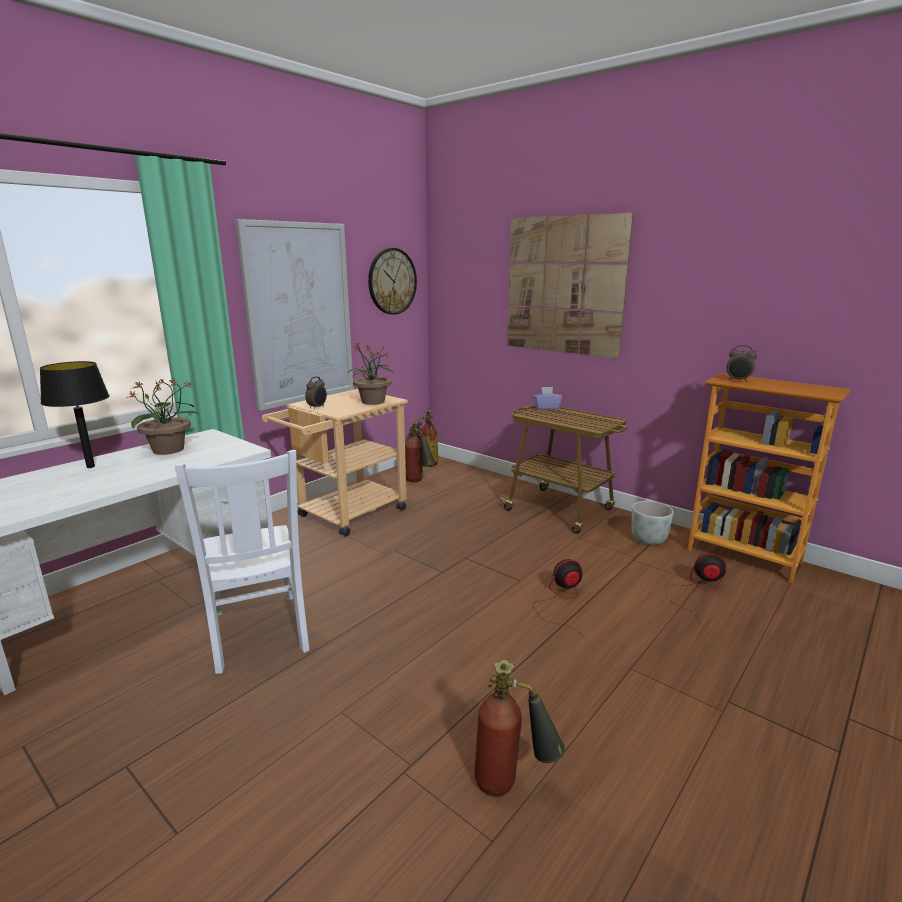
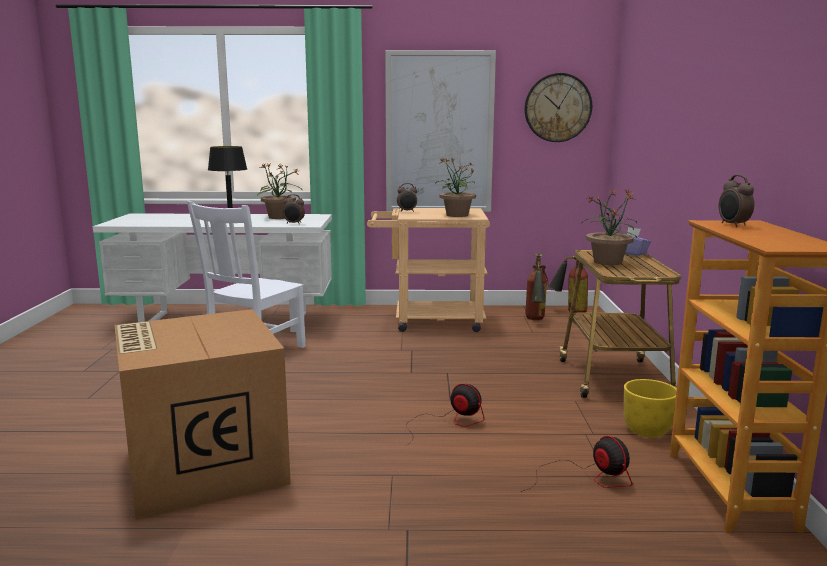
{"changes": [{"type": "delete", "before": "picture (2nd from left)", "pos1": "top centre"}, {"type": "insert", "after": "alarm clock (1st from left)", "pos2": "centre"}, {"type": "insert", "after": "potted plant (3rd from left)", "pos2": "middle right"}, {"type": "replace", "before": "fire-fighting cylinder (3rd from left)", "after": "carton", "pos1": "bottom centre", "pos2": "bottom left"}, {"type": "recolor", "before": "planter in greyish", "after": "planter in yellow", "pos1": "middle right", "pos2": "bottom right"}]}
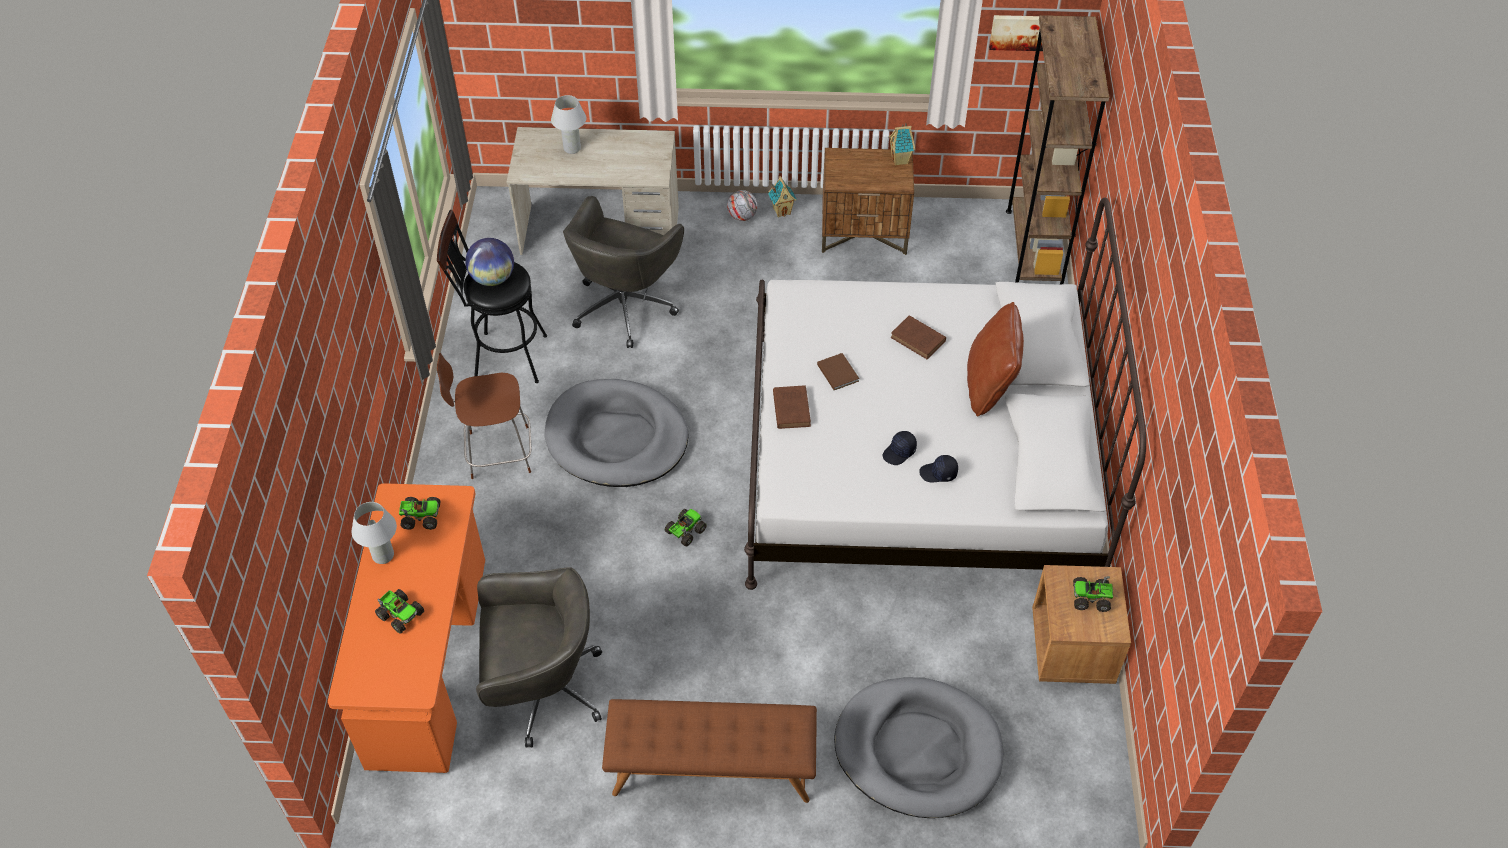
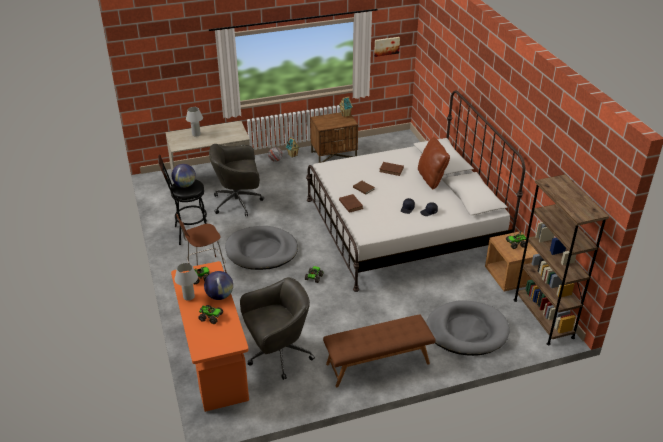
{"changes": [{"type": "insert", "after": "desk globe (2nd from left)", "pos2": "middle left"}, {"type": "move", "before": "shelving unit in brownish", "pos1": "top right", "pos2": "middle right"}, {"type": "rotate", "before": "computer chair in greyish (2nd from left in the first image)", "pos1": "top centre", "pos2": "centre", "turn": 75}]}
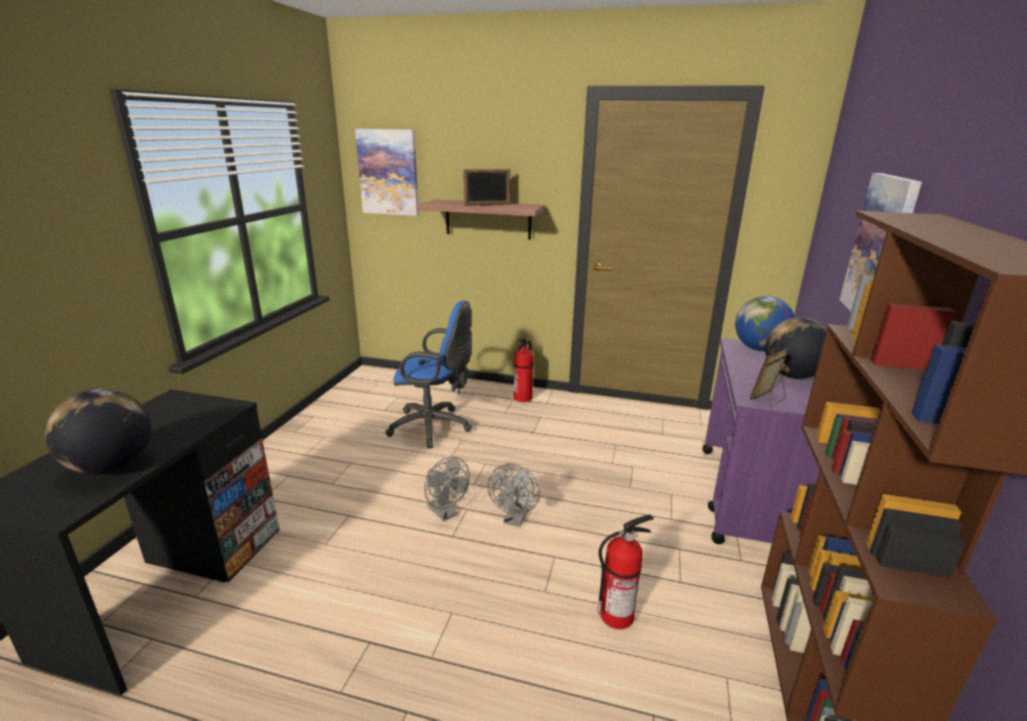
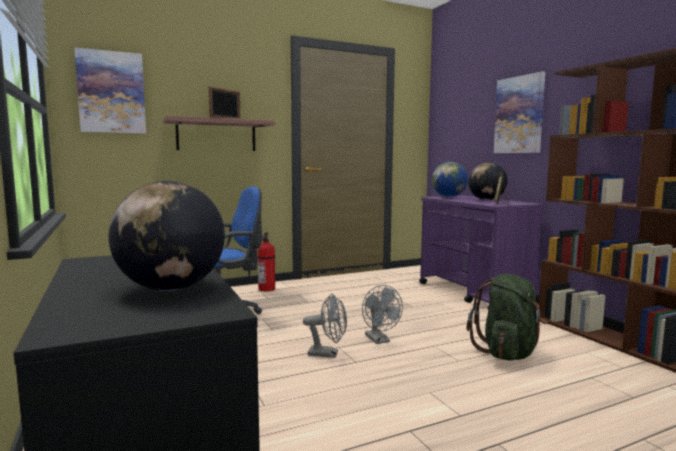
{"changes": [{"type": "replace", "before": "fire-fighting cylinder (2nd from left)", "after": "backpack in greenish", "pos1": "bottom centre", "pos2": "bottom right"}]}
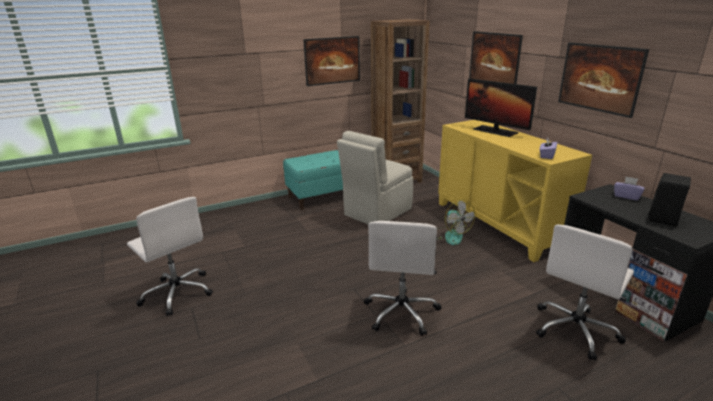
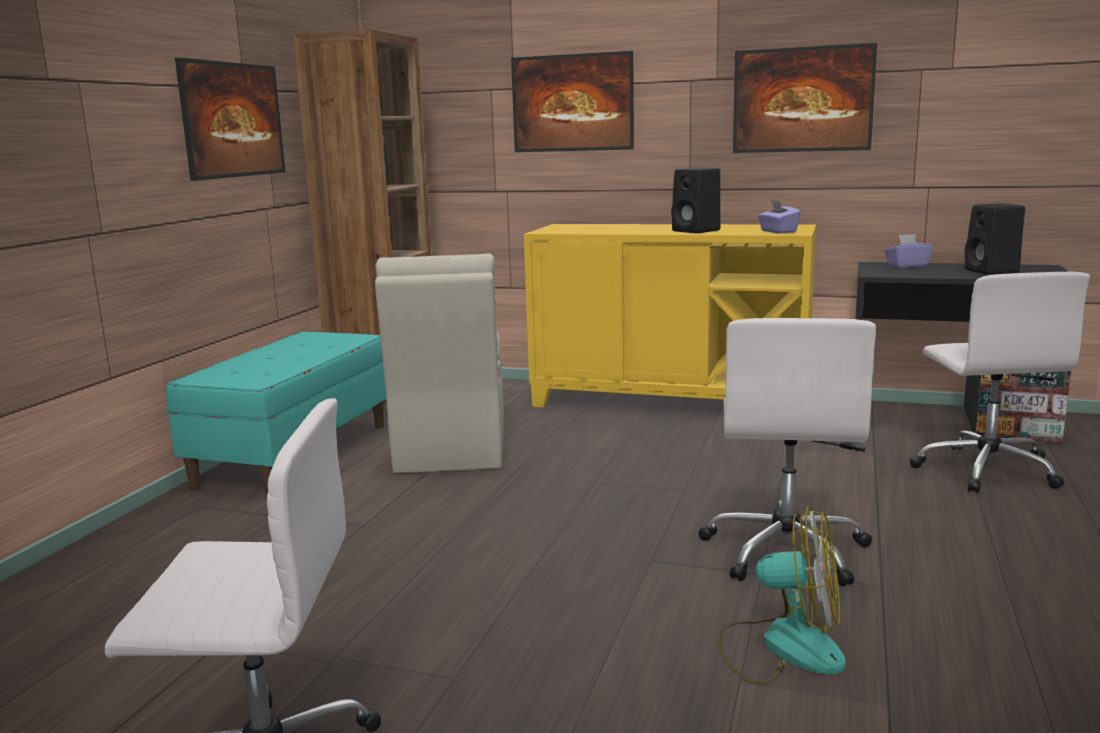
{"changes": [{"type": "delete", "before": "computer screen", "pos1": "top right"}, {"type": "insert", "after": "speaker in blackish (1st from left)", "pos2": "top centre"}, {"type": "move", "before": "cooling fan", "pos1": "centre", "pos2": "bottom right"}, {"type": "rotate", "before": "computer chair in white-coloured (2nd from left)", "pos1": "bottom centre", "pos2": "middle right", "turn": 45}]}
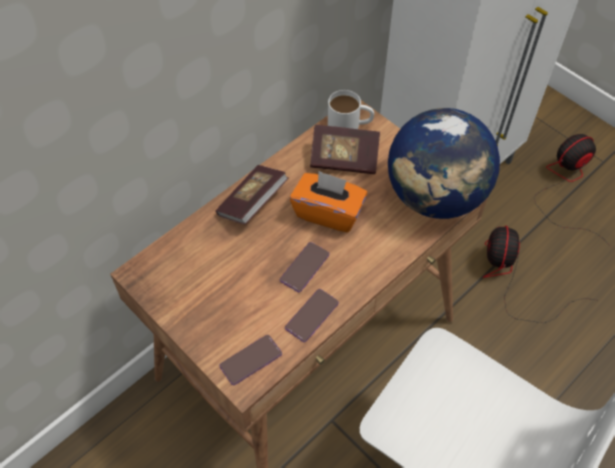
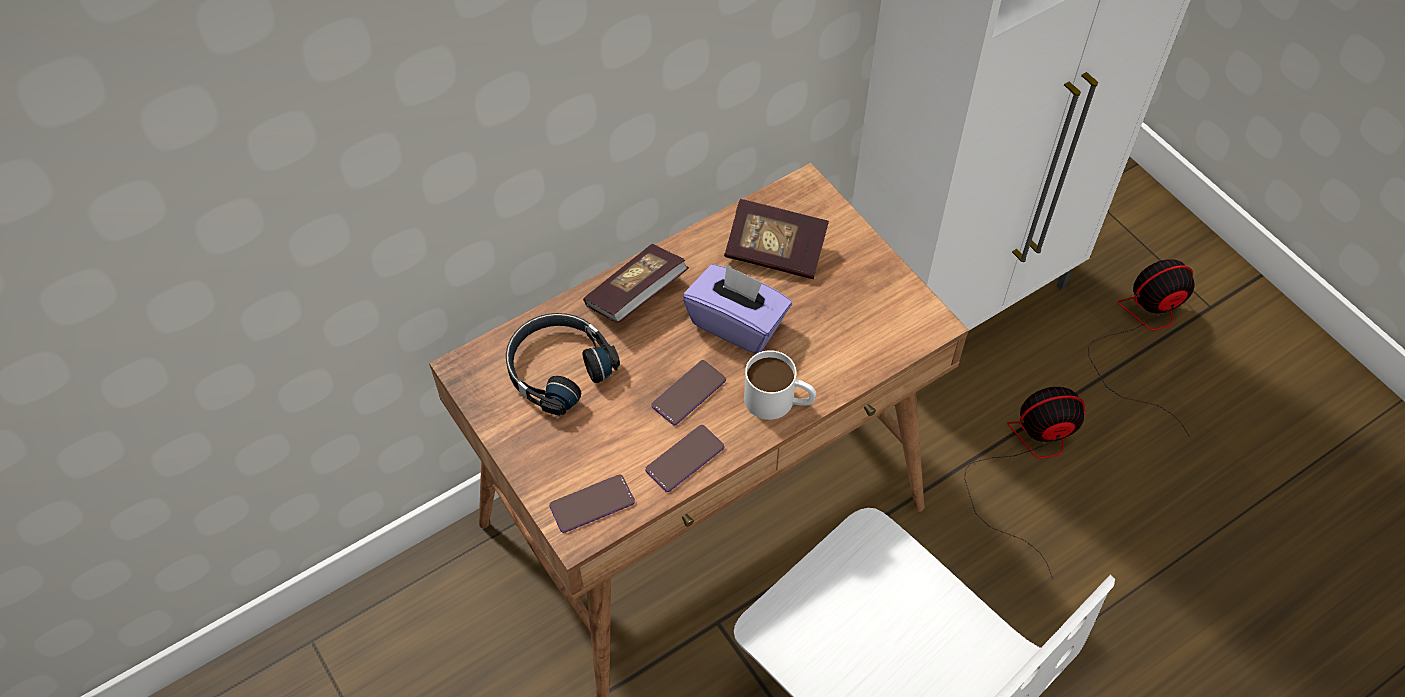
{"changes": [{"type": "delete", "before": "desk globe", "pos1": "middle right"}, {"type": "insert", "after": "pair of headphones in blackish", "pos2": "centre"}, {"type": "move", "before": "tea mug in white-coloured", "pos1": "top centre", "pos2": "centre"}, {"type": "recolor", "before": "tissue holder in orange", "after": "tissue holder in purplish", "pos1": "centre", "pos2": "centre"}, {"type": "rotate", "before": "cooling fan (1st from left)", "pos1": "middle right", "pos2": "bottom right", "turn": 60}]}
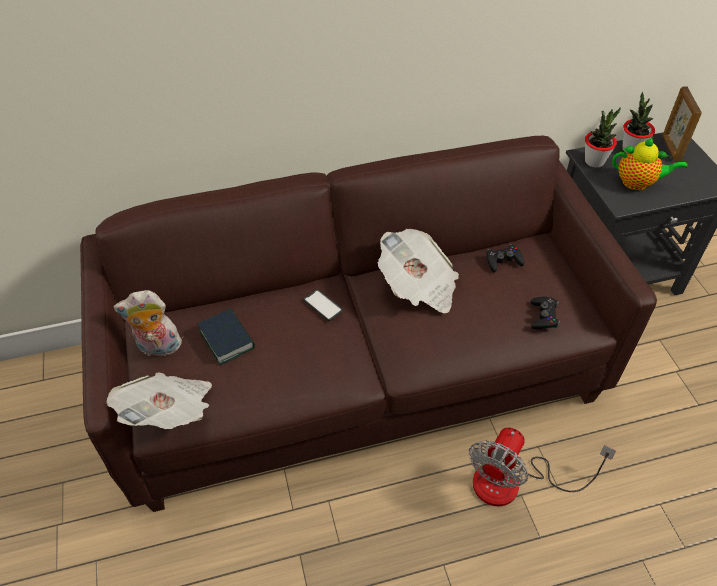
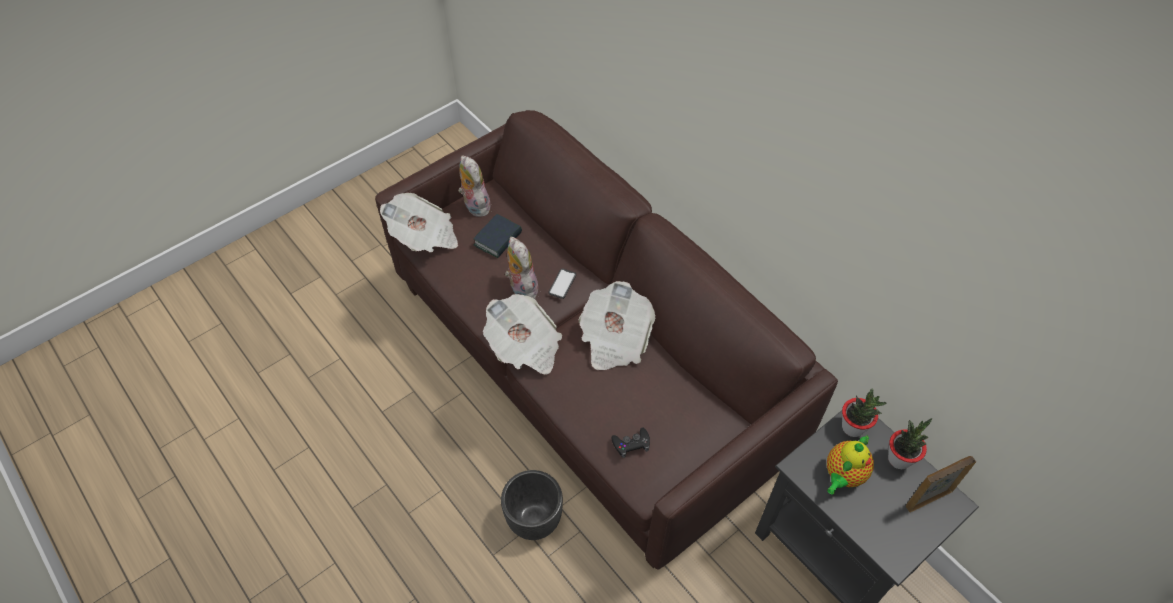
{"changes": [{"type": "delete", "before": "joypad in blackish (1st from left)", "pos1": "middle right"}, {"type": "insert", "after": "printed paper (2nd from left)", "pos2": "centre"}, {"type": "insert", "after": "cuddly toy (2nd from left)", "pos2": "centre"}, {"type": "replace", "before": "cooling fan", "after": "planter in blackish", "pos1": "bottom right", "pos2": "bottom centre"}, {"type": "rotate", "before": "teapot", "pos1": "top right", "pos2": "bottom right", "turn": 45}]}
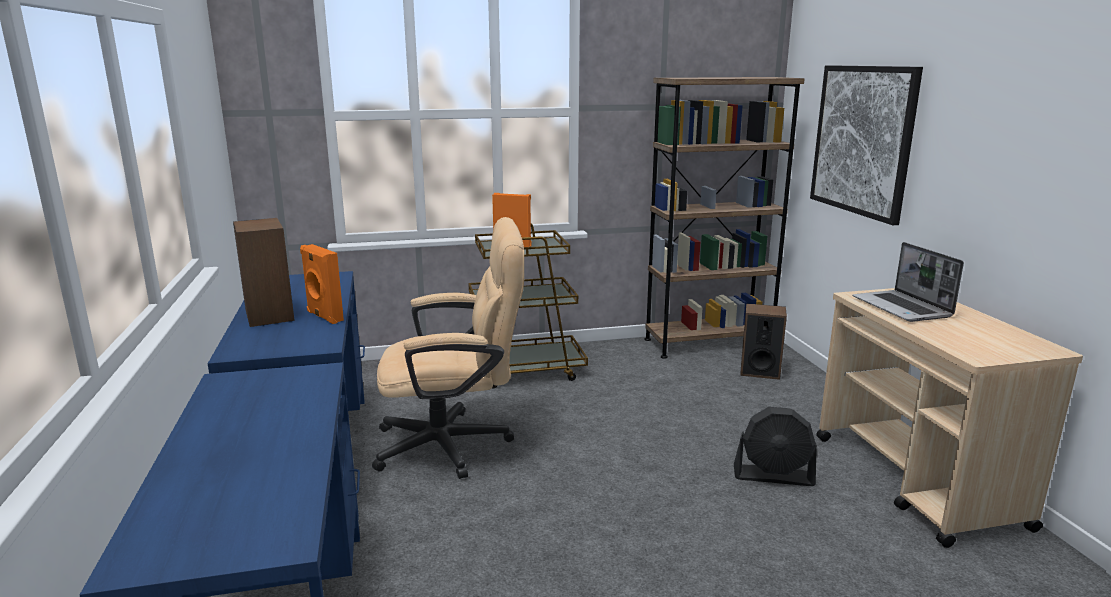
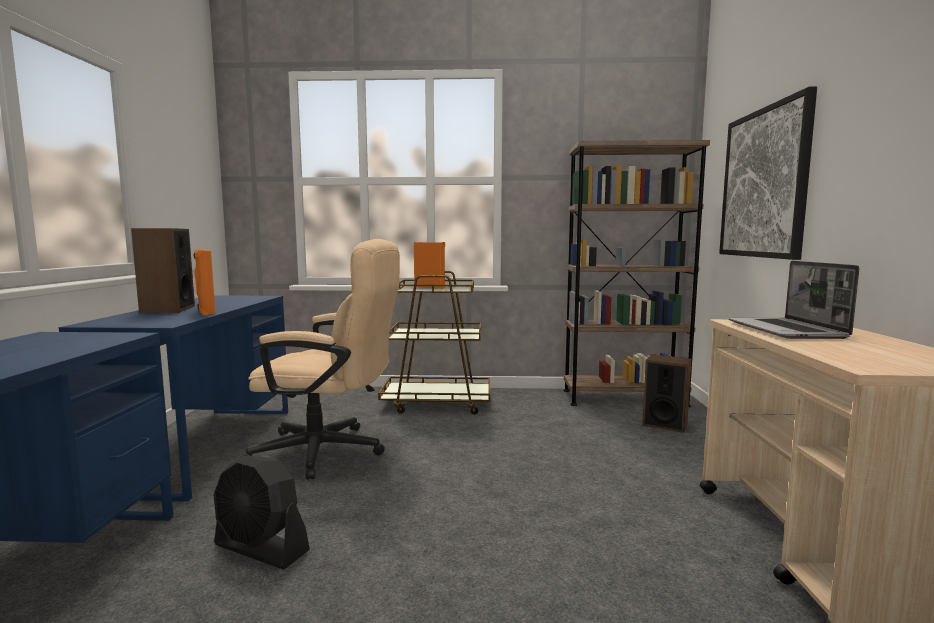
{"changes": [{"type": "move", "before": "cooling fan in blackish", "pos1": "bottom right", "pos2": "bottom left"}]}
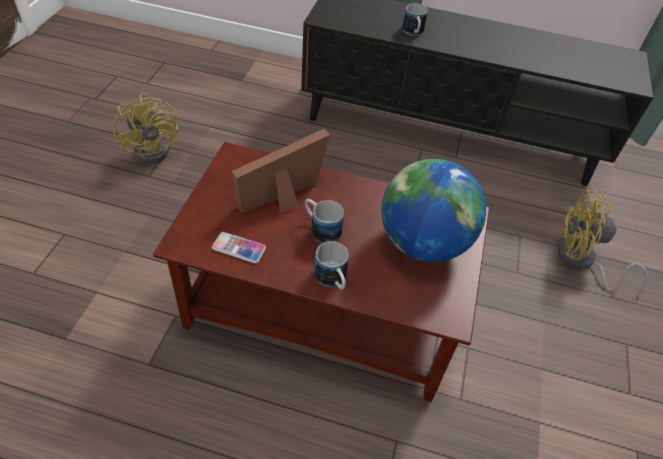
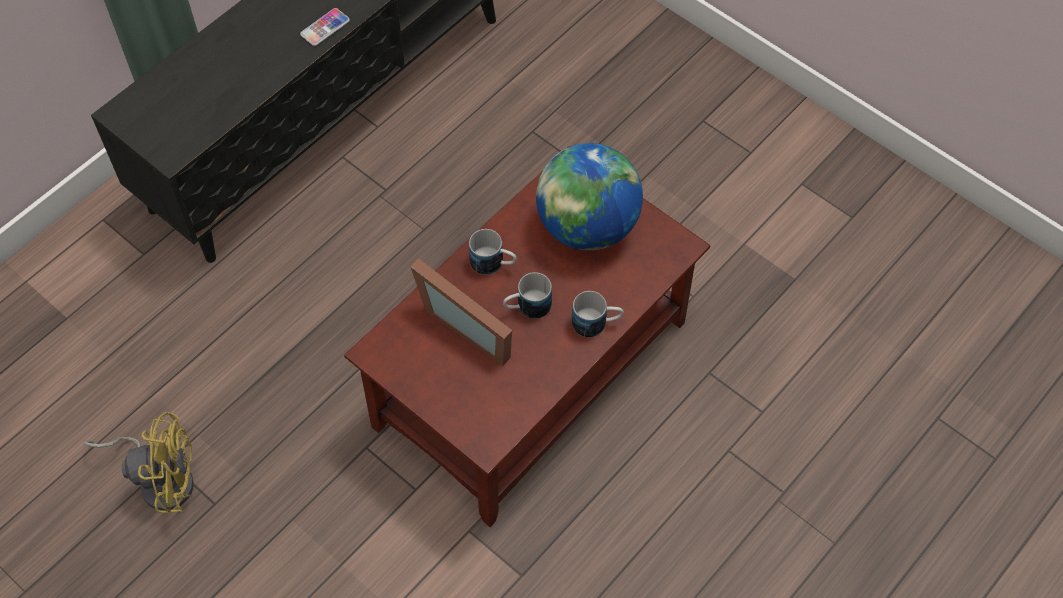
{"changes": [{"type": "delete", "before": "cooling fan in yellow (2nd from left)", "pos1": "middle right"}, {"type": "move", "before": "telephone", "pos1": "centre", "pos2": "top left"}, {"type": "move", "before": "tea mug (3rd from left in the first image)", "after": "tea mug (1st from left)", "pos1": "top centre", "pos2": "centre"}, {"type": "rotate", "before": "standing frame", "pos1": "centre", "pos2": "centre", "turn": -45}]}
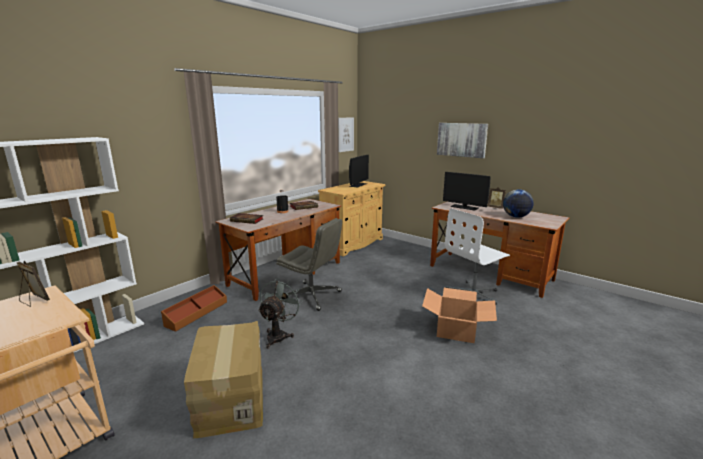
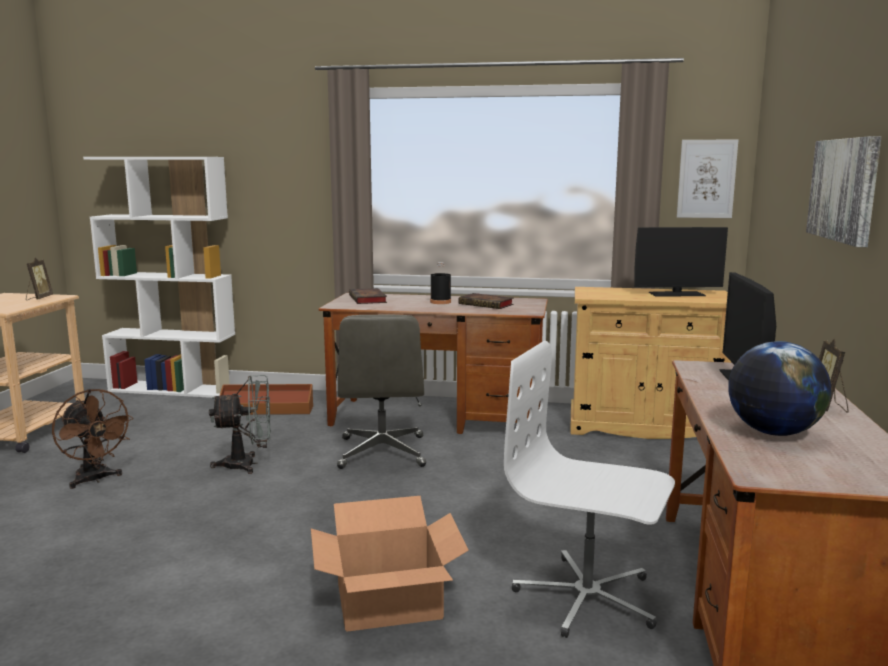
{"changes": [{"type": "replace", "before": "carton (1st from left)", "after": "cooling fan in brownish", "pos1": "bottom left", "pos2": "middle left"}]}
